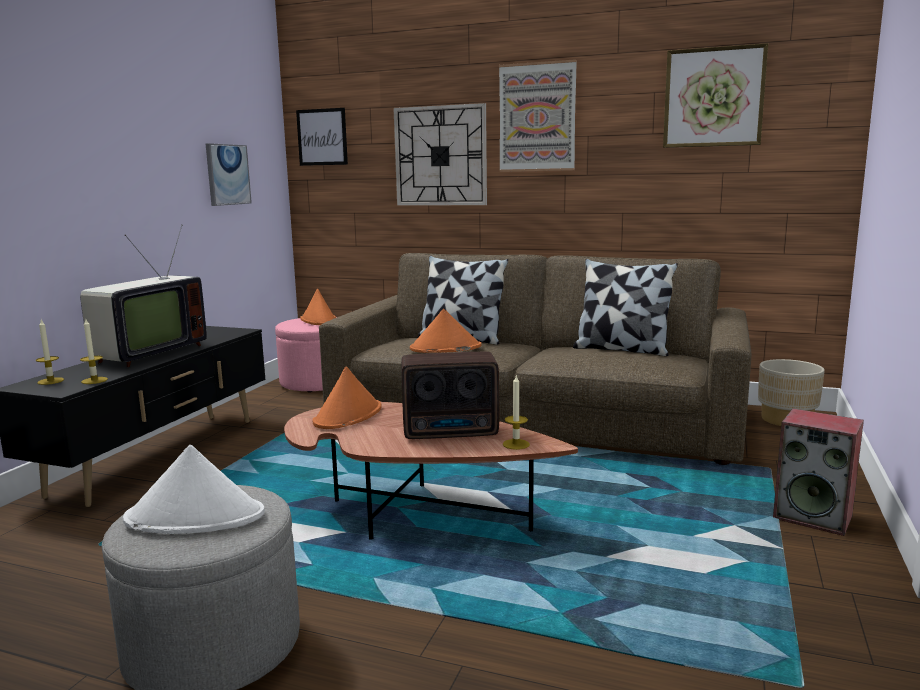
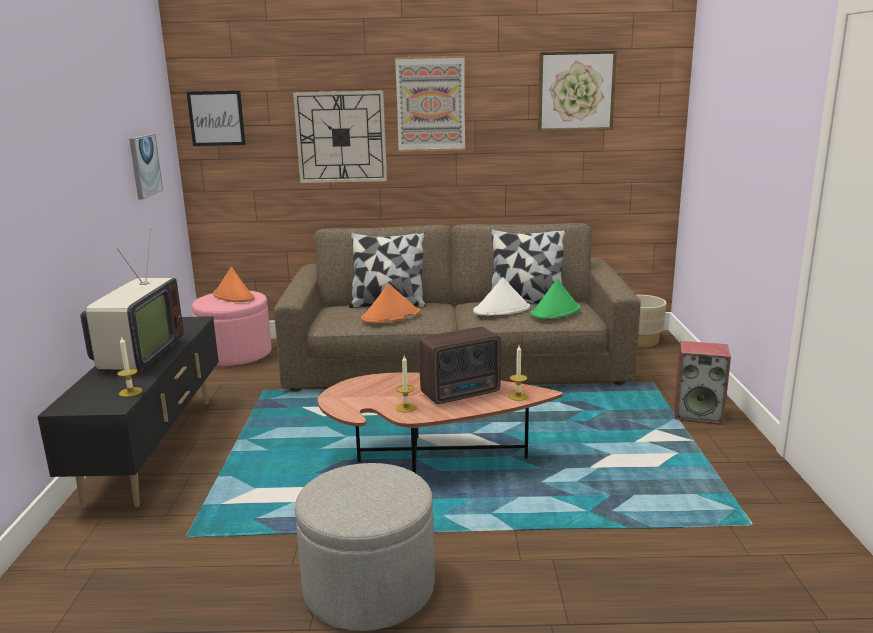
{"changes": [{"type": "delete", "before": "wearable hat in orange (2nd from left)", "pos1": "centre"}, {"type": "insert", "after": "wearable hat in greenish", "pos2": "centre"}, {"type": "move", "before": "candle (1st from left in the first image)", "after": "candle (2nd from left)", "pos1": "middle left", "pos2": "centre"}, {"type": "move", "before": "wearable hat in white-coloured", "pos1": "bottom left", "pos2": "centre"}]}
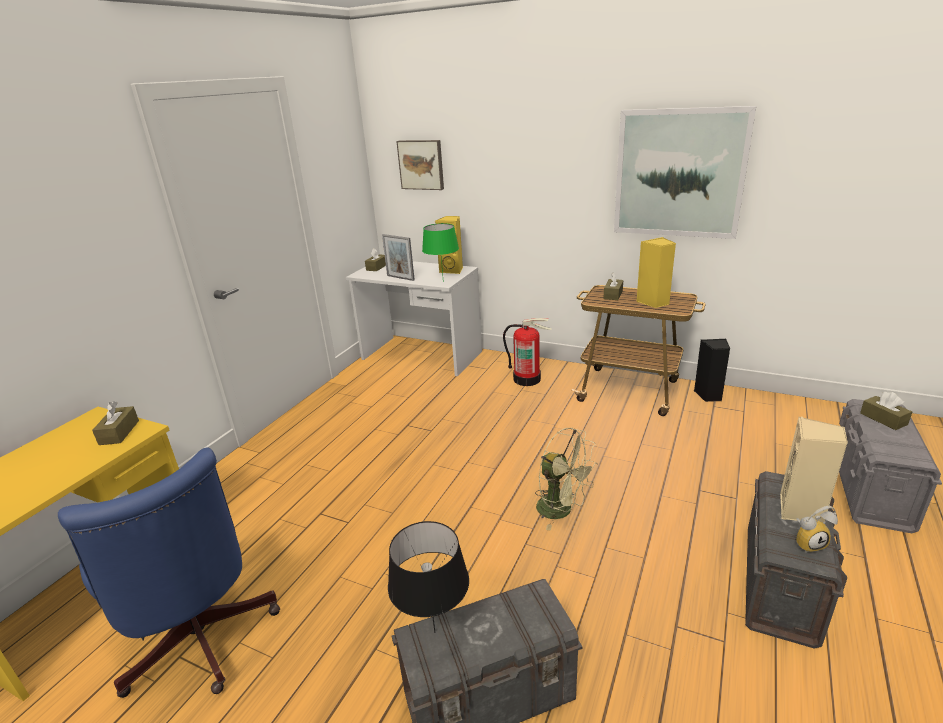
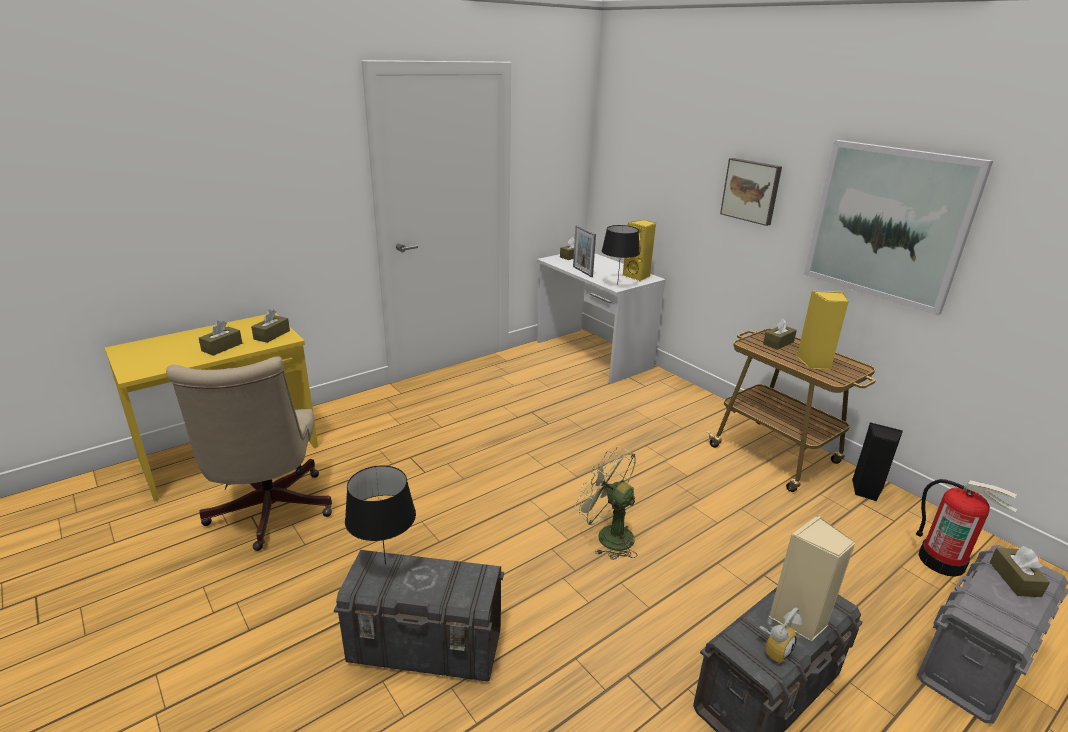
{"changes": [{"type": "insert", "after": "tissue holder in brownish (1st from left)", "pos2": "middle left"}, {"type": "move", "before": "picture (1st from left)", "pos1": "top centre", "pos2": "top right"}, {"type": "move", "before": "fire-fighting cylinder", "pos1": "centre", "pos2": "bottom right"}, {"type": "recolor", "before": "computer chair in blue", "after": "computer chair in beige", "pos1": "bottom left", "pos2": "middle left"}, {"type": "recolor", "before": "table lamp in greenish", "after": "table lamp in blackish (2nd from left)", "pos1": "centre", "pos2": "centre"}, {"type": "rotate", "before": "cooling fan in greenish", "pos1": "centre", "pos2": "bottom centre", "turn": 150}, {"type": "rotate", "before": "alarm clock", "pos1": "bottom right", "pos2": "bottom right", "turn": -60}]}
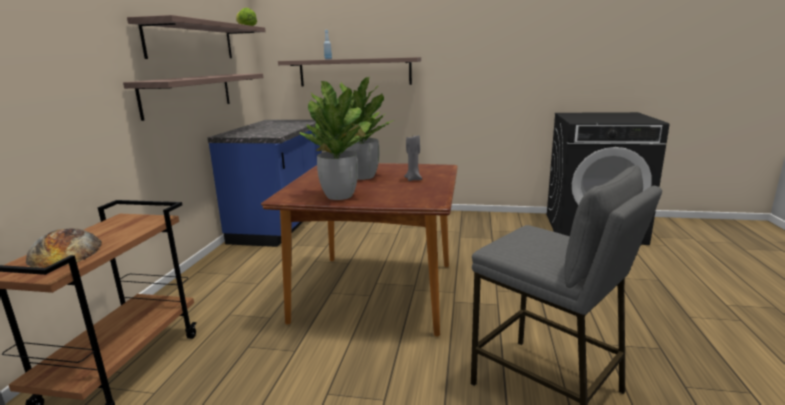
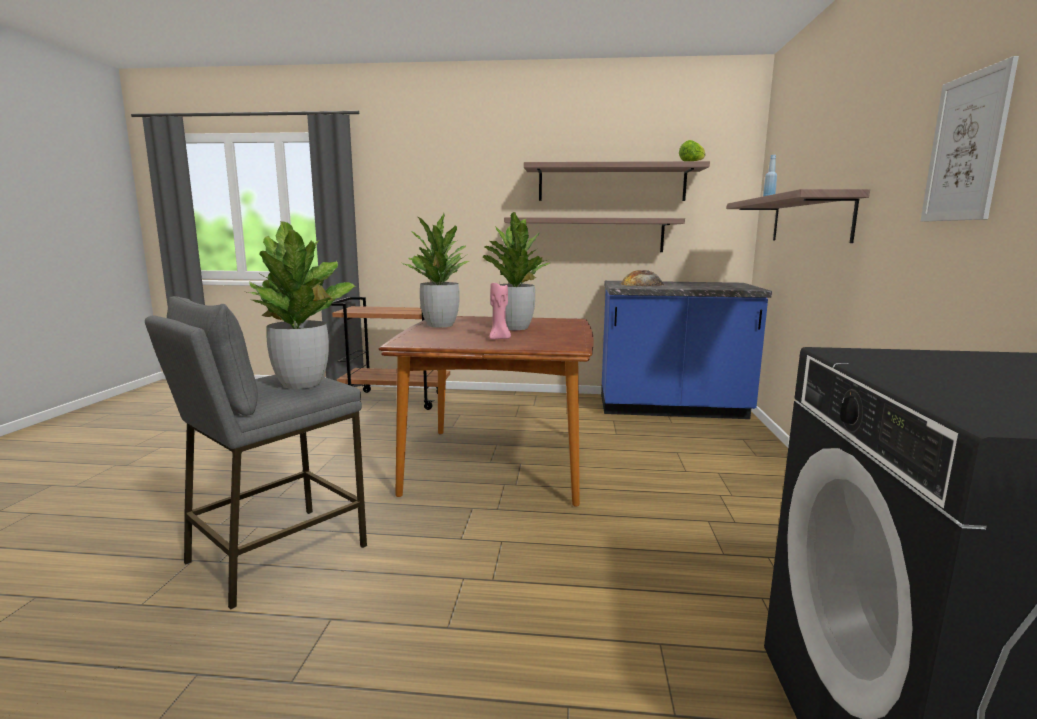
{"changes": [{"type": "insert", "after": "potted plant (1st from left)", "pos2": "middle left"}, {"type": "insert", "after": "picture", "pos2": "top right"}, {"type": "move", "before": "bakery bread", "pos1": "middle left", "pos2": "centre"}, {"type": "recolor", "before": "candle in greyish", "after": "candle in pink", "pos1": "centre", "pos2": "centre"}]}
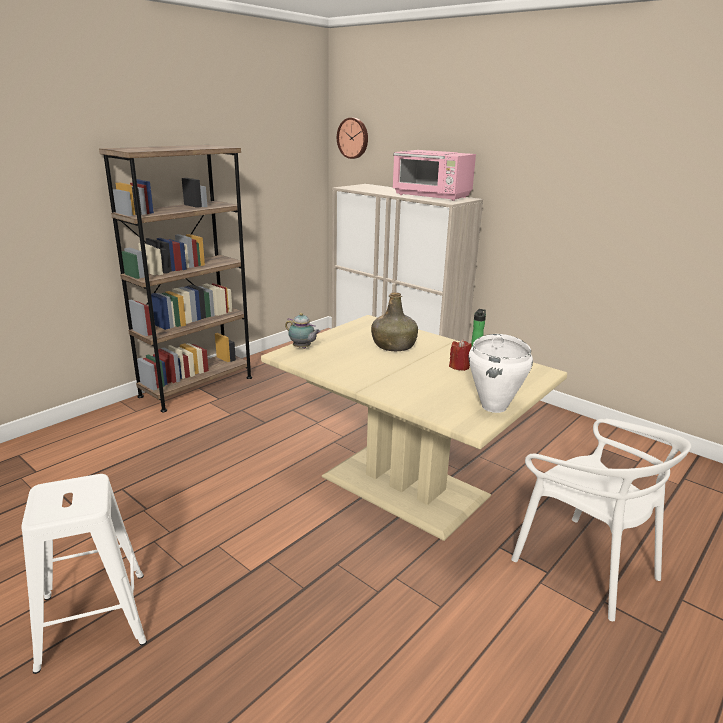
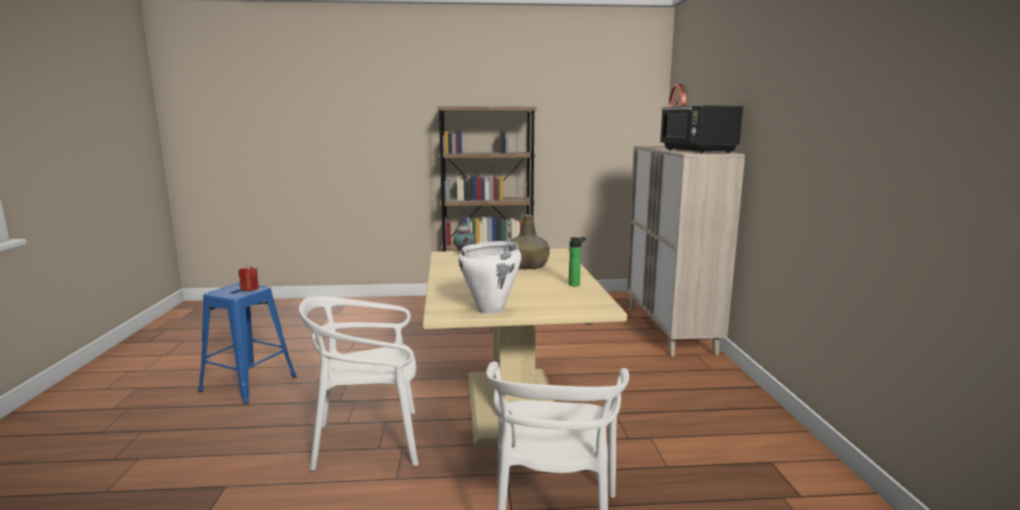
{"changes": [{"type": "insert", "after": "plain chair in white-coloured (1st from left)", "pos2": "bottom centre"}, {"type": "move", "before": "candle in reddish", "pos1": "centre", "pos2": "middle left"}, {"type": "recolor", "before": "sitting stool in white-coloured", "after": "sitting stool in blue", "pos1": "bottom left", "pos2": "bottom left"}, {"type": "recolor", "before": "microwave in pink", "after": "microwave in blackish", "pos1": "top centre", "pos2": "top right"}]}
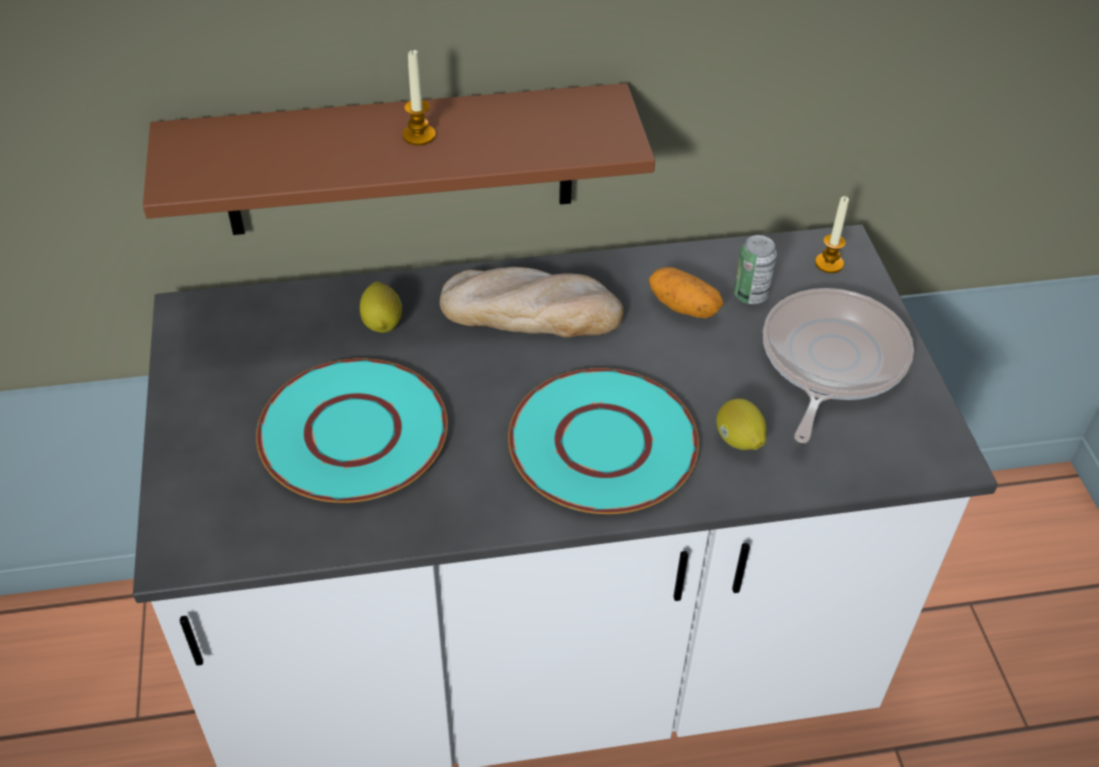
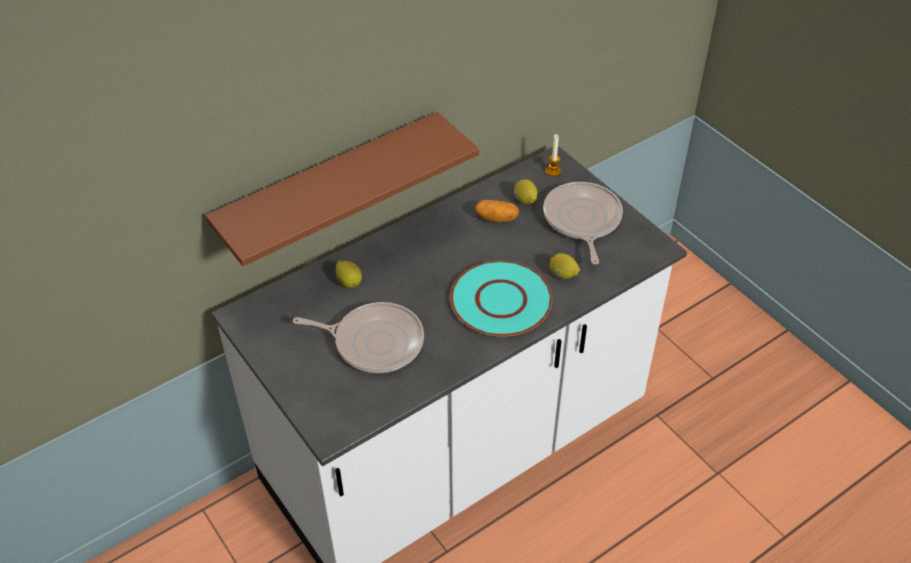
{"changes": [{"type": "delete", "before": "candle (1st from left)", "pos1": "top centre"}, {"type": "delete", "before": "bakery bread", "pos1": "centre"}, {"type": "replace", "before": "plate in blue-green (1st from left)", "after": "pan (1st from left)", "pos1": "middle left", "pos2": "centre"}, {"type": "replace", "before": "sealed can", "after": "whole lemon (2nd from left)", "pos1": "middle right", "pos2": "centre"}]}
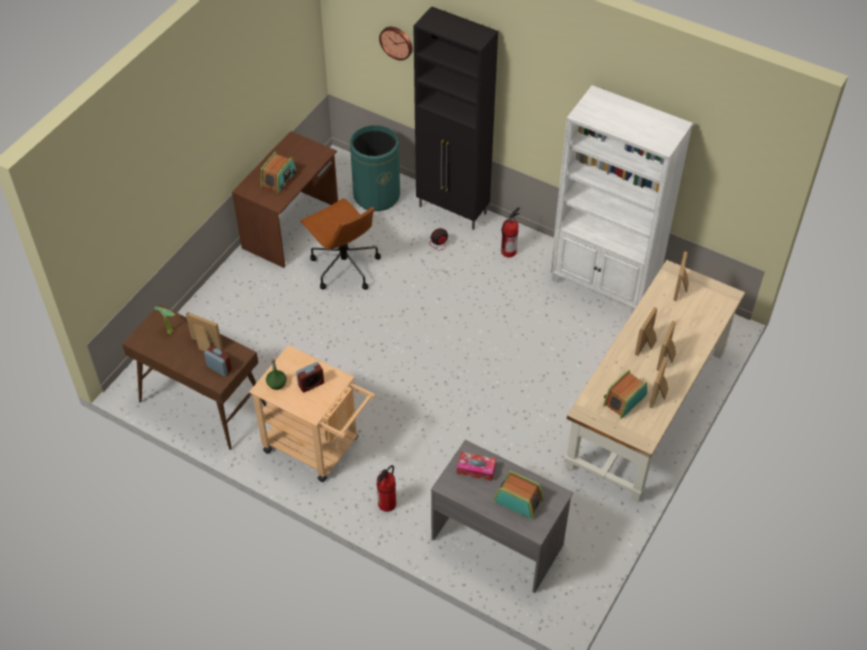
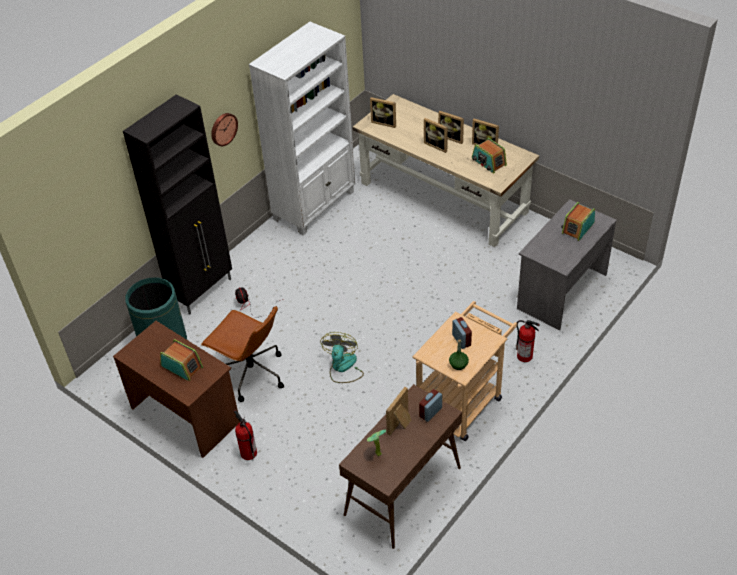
{"changes": [{"type": "delete", "before": "tissue holder", "pos1": "bottom centre"}, {"type": "insert", "after": "cooling fan (2nd from left)", "pos2": "centre"}, {"type": "move", "before": "wall clock", "pos1": "top centre", "pos2": "top left"}, {"type": "move", "before": "fire-fighting cylinder (2nd from left in the first image)", "after": "fire-fighting cylinder (1st from left)", "pos1": "centre", "pos2": "bottom left"}, {"type": "rotate", "before": "computer chair in brownish", "pos1": "centre", "pos2": "middle left", "turn": 60}]}
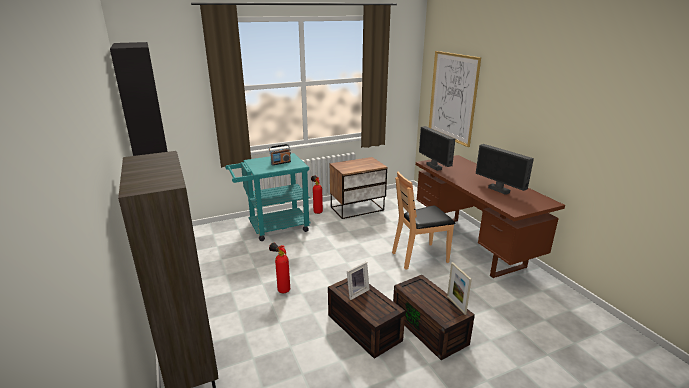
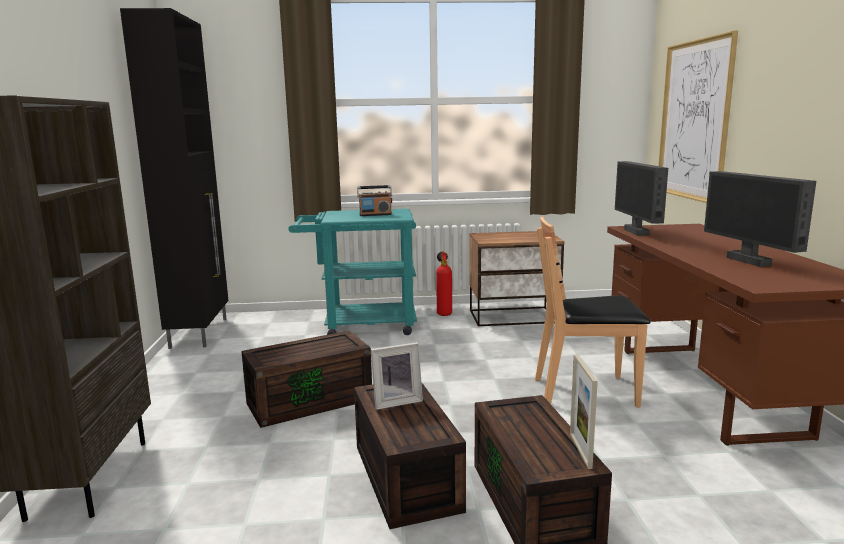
{"changes": [{"type": "replace", "before": "fire-fighting cylinder (1st from left)", "after": "storage bin in brownish (1st from left)", "pos1": "bottom centre", "pos2": "bottom centre"}]}
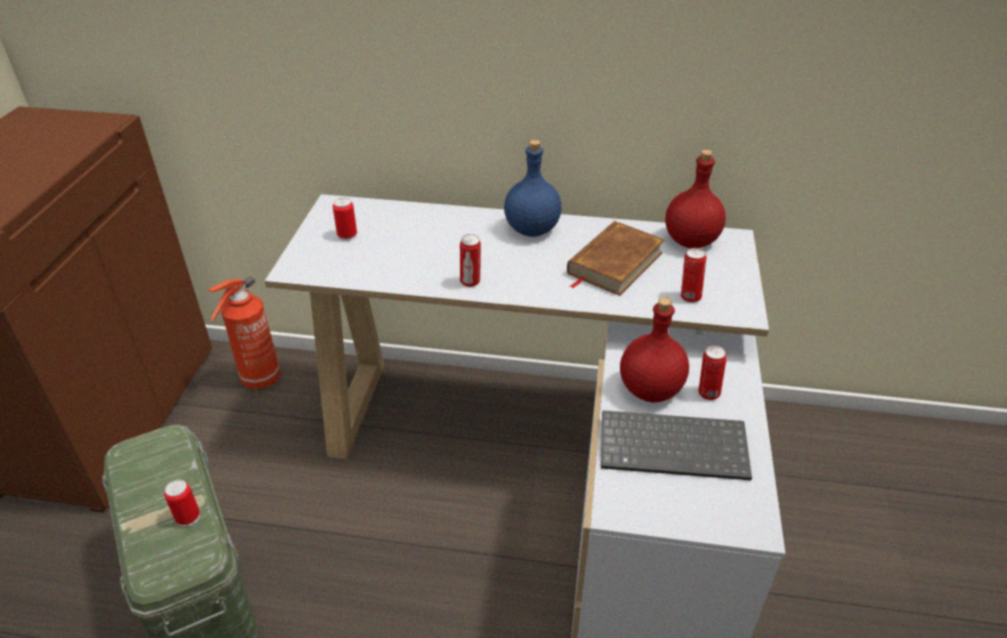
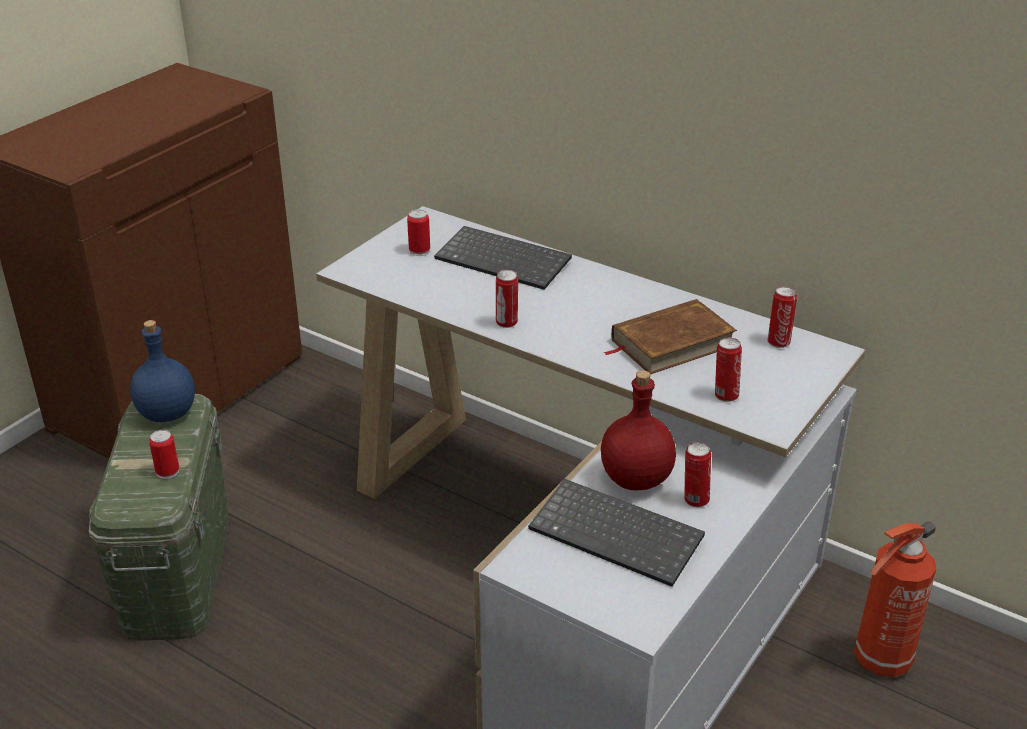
{"changes": [{"type": "insert", "after": "PC keyboard (1st from left)", "pos2": "centre"}, {"type": "move", "before": "fire-fighting cylinder", "pos1": "middle left", "pos2": "bottom right"}, {"type": "move", "before": "bottle in blue", "pos1": "top centre", "pos2": "middle left"}, {"type": "replace", "before": "bottle in reddish (2nd from left)", "after": "sealed can (6th from left)", "pos1": "top right", "pos2": "middle right"}]}
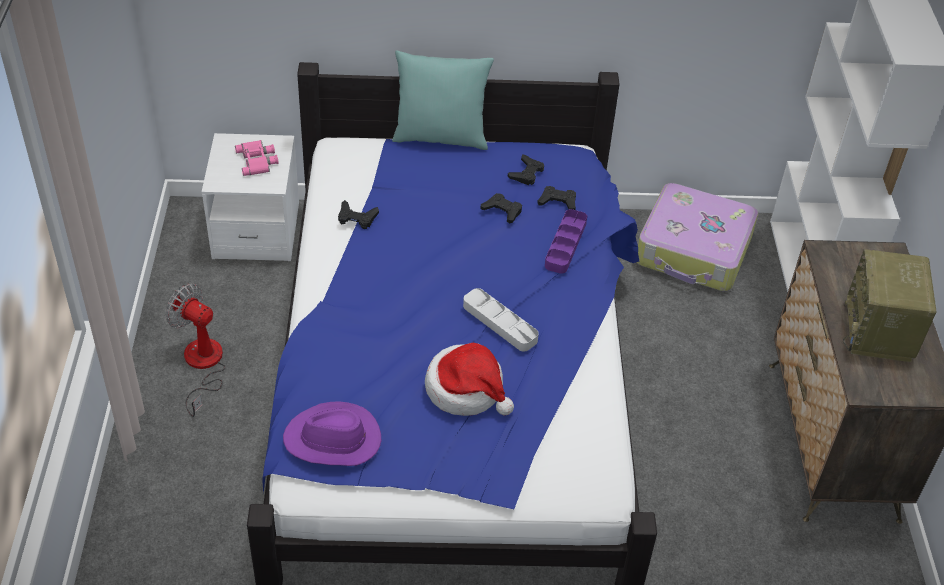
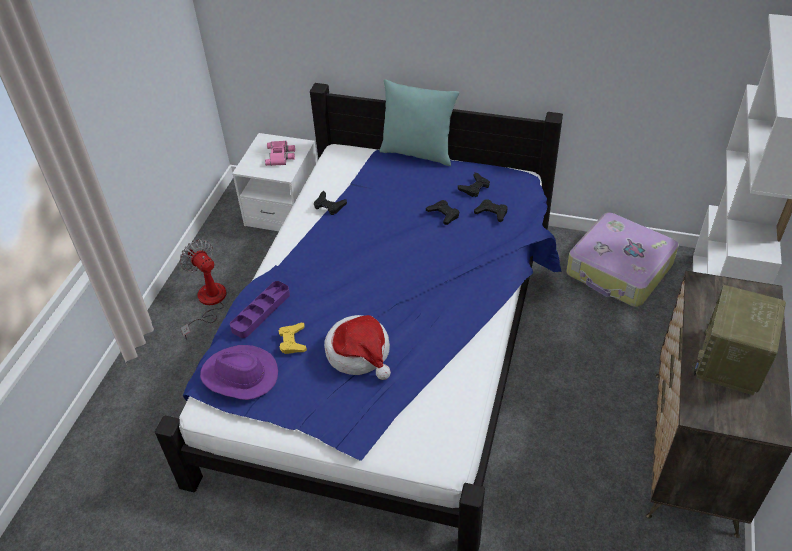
{"changes": [{"type": "delete", "before": "tray in greyish", "pos1": "centre"}, {"type": "insert", "after": "joypad in yellow", "pos2": "centre"}, {"type": "move", "before": "tray in purplish", "pos1": "centre", "pos2": "middle left"}]}
